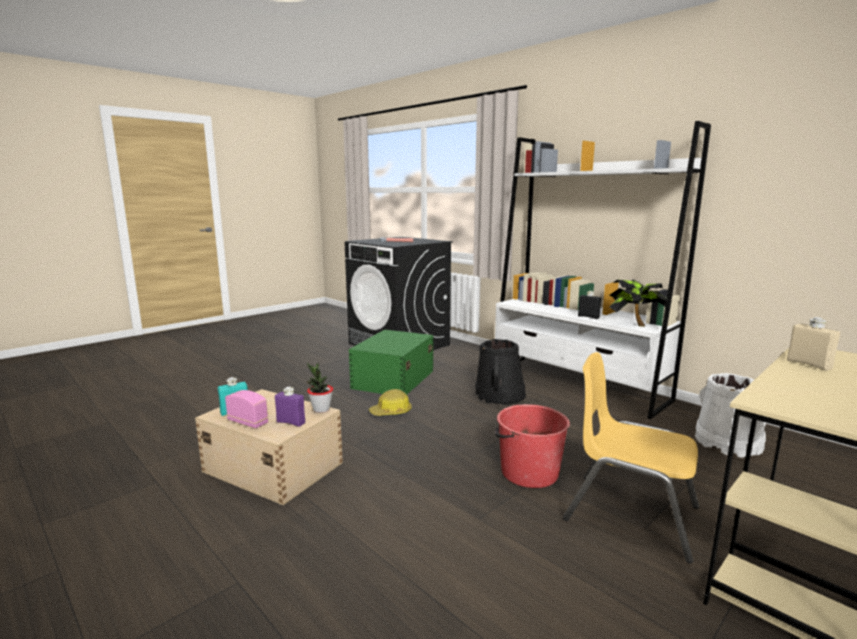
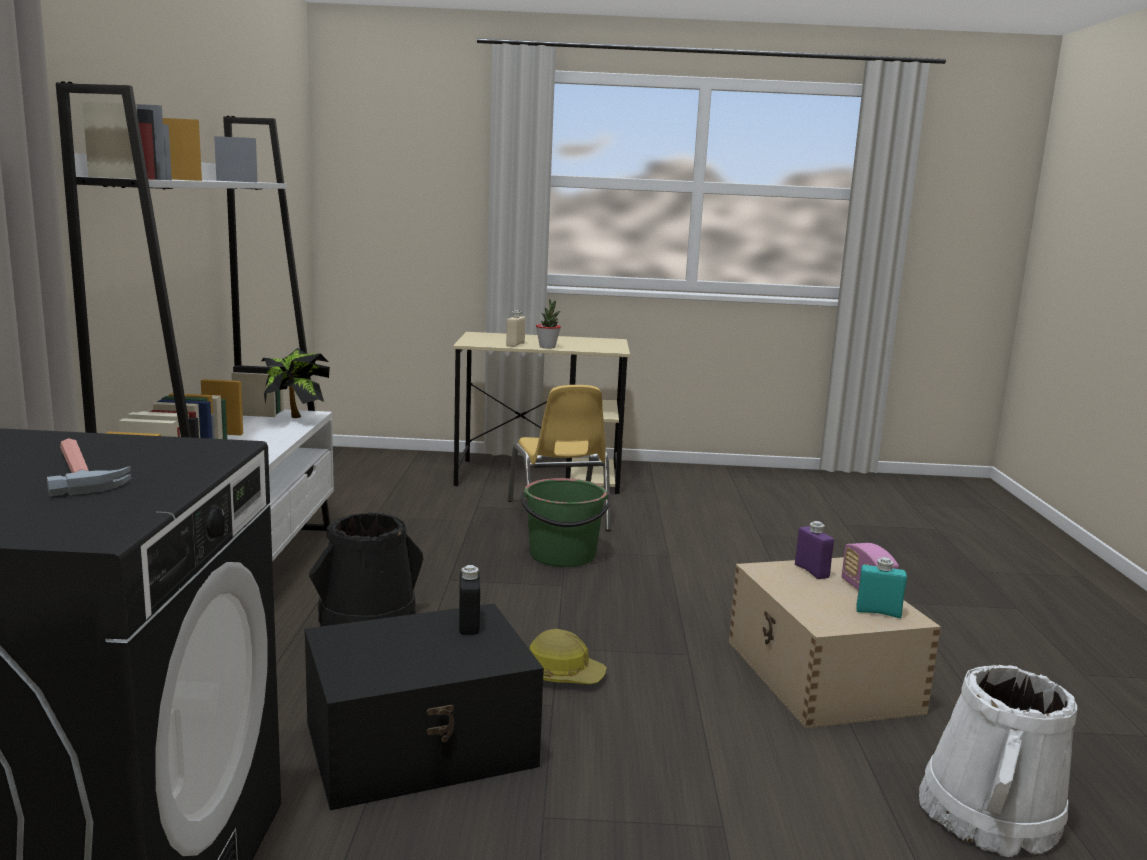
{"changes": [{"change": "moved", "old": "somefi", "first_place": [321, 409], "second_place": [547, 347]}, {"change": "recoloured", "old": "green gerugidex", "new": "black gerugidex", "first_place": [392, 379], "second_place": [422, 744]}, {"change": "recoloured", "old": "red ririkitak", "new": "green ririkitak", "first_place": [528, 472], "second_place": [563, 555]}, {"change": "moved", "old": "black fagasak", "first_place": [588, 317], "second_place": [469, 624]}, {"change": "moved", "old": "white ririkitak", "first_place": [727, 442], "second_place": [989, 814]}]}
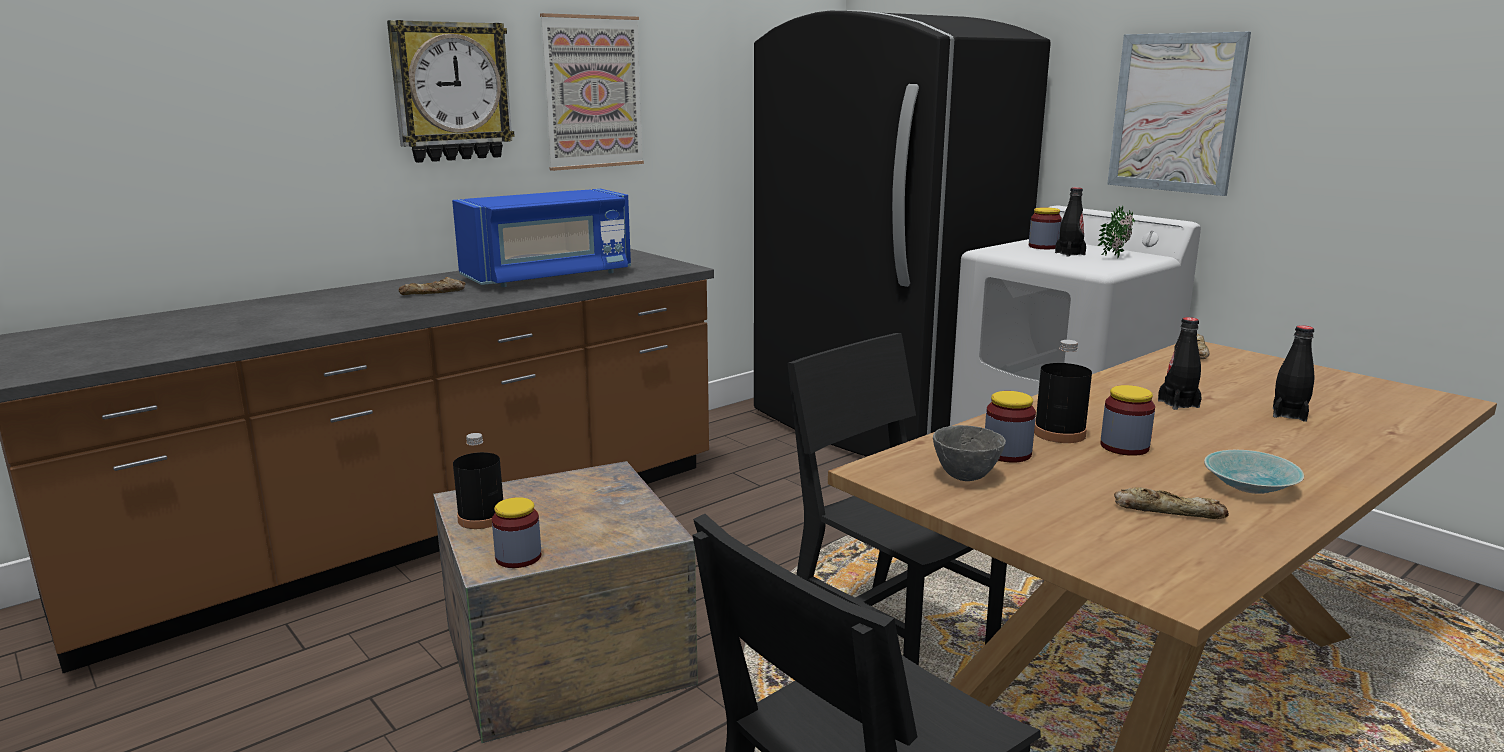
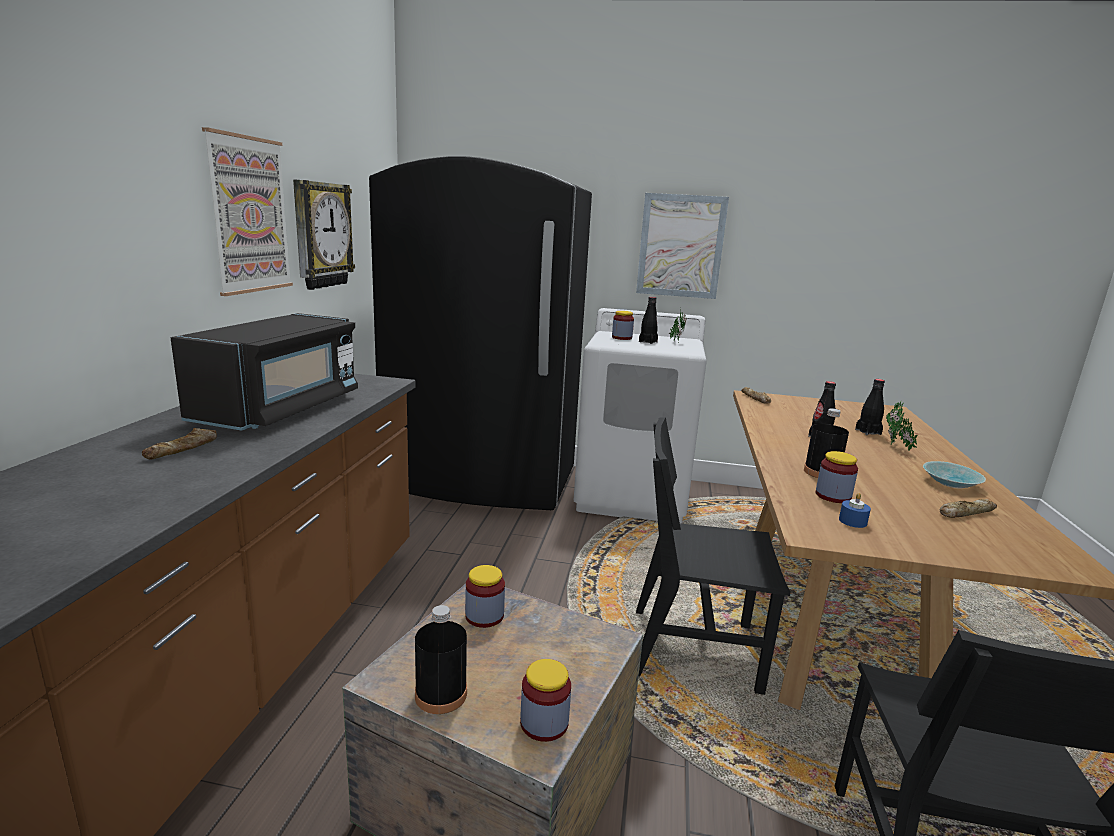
{"changes": [{"change": "moved", "old": "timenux", "first_place": [451, 92], "second_place": [321, 235]}, {"change": "recoloured", "old": "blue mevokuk", "new": "black mevokuk", "first_place": [549, 277], "second_place": [281, 409]}, {"change": "replaced", "old": "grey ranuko", "new": "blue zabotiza", "first_place": [964, 476], "second_place": [852, 521]}, {"change": "moved", "old": "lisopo", "first_place": [1124, 447], "second_place": [484, 616]}, {"change": "added", "new": "somefi", "second_place": [896, 447]}]}
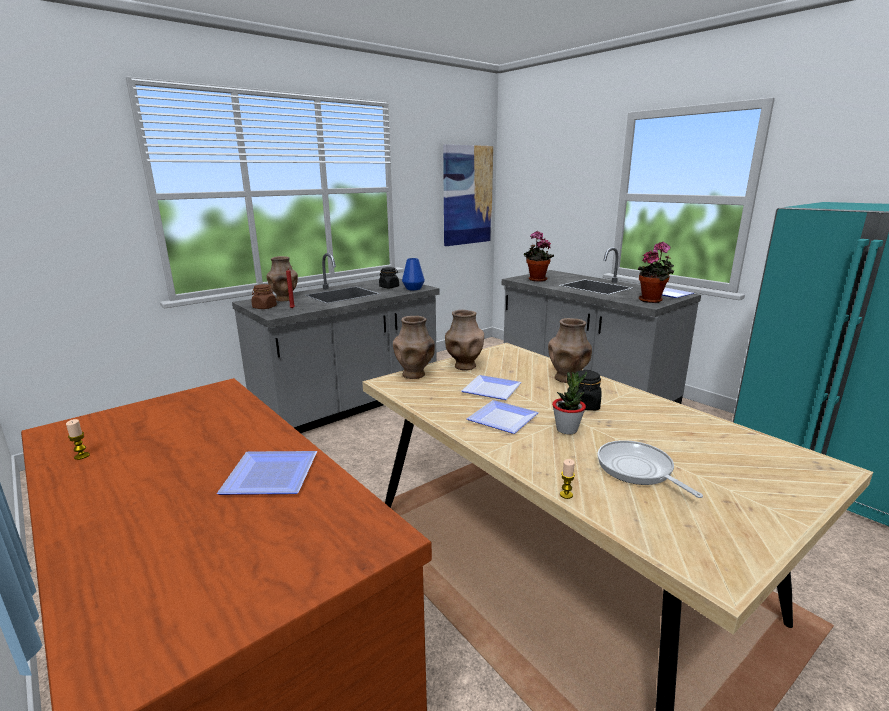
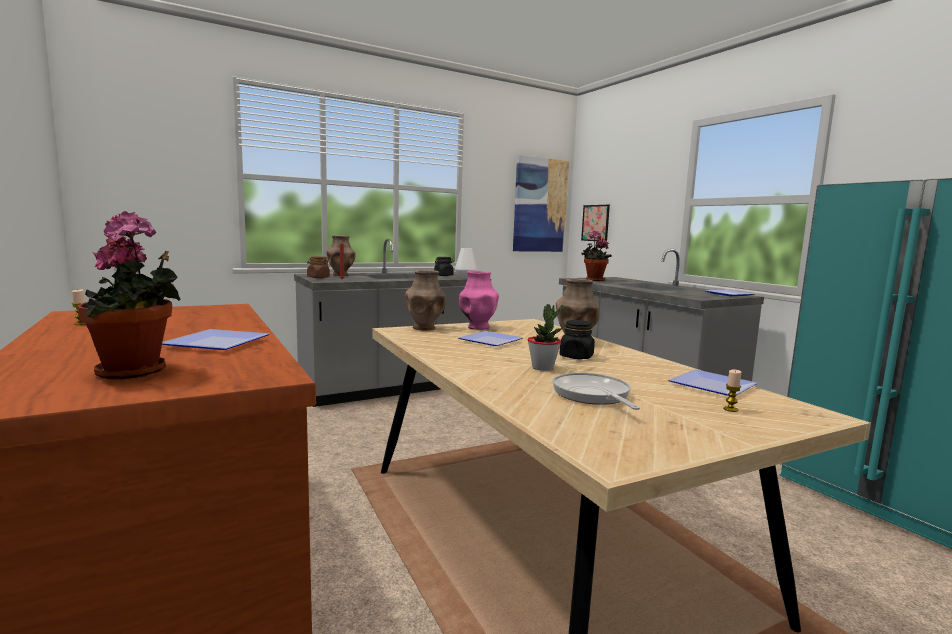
{"changes": [{"change": "recoloured", "old": "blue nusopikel", "new": "white nusopikel", "first_place": [413, 288], "second_place": [465, 277]}, {"change": "recoloured", "old": "brown nusopikel", "new": "pink nusopikel", "first_place": [464, 366], "second_place": [478, 327]}, {"change": "moved", "old": "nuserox", "first_place": [503, 420], "second_place": [713, 387]}, {"change": "moved", "old": "zabotiza", "first_place": [566, 495], "second_place": [730, 409]}, {"change": "moved", "old": "somefi", "first_place": [652, 300], "second_place": [136, 372]}, {"change": "added", "new": "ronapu", "second_place": [595, 223]}]}
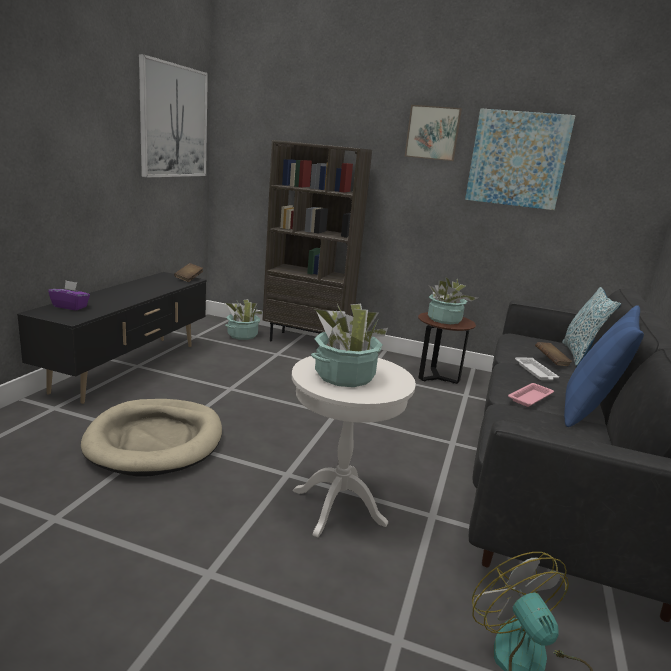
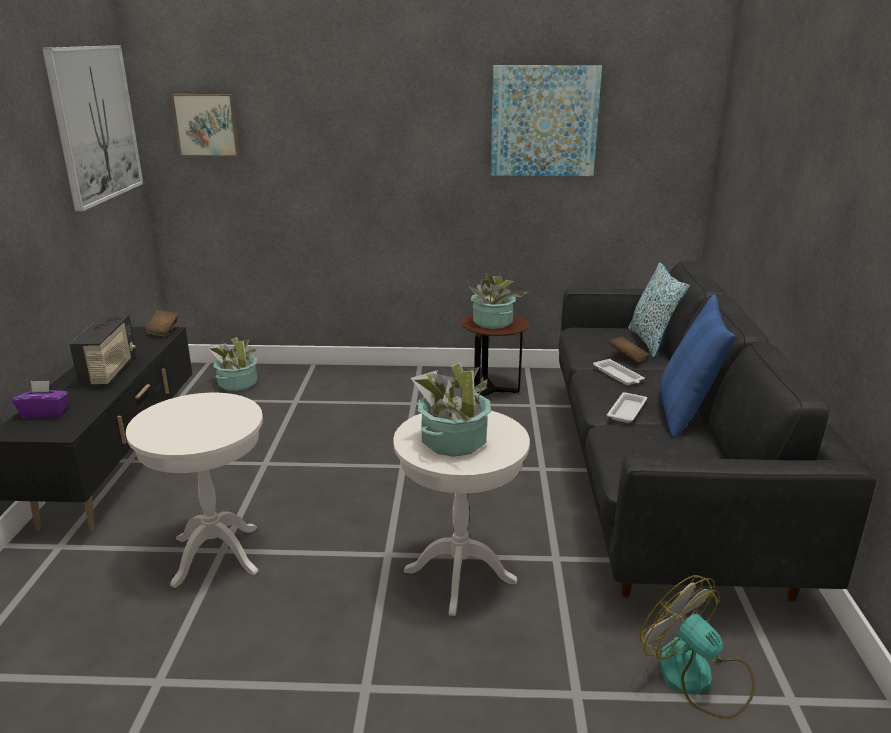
{"changes": [{"change": "replaced", "old": "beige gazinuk", "new": "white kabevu", "first_place": [156, 441], "second_place": [216, 555]}, {"change": "removed", "old": "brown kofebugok", "first_place": [307, 342]}, {"change": "moved", "old": "ronapu", "first_place": [433, 133], "second_place": [207, 125]}, {"change": "recoloured", "old": "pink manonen", "new": "white manonen", "first_place": [531, 398], "second_place": [627, 410]}, {"change": "added", "new": "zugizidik", "second_place": [110, 371]}]}
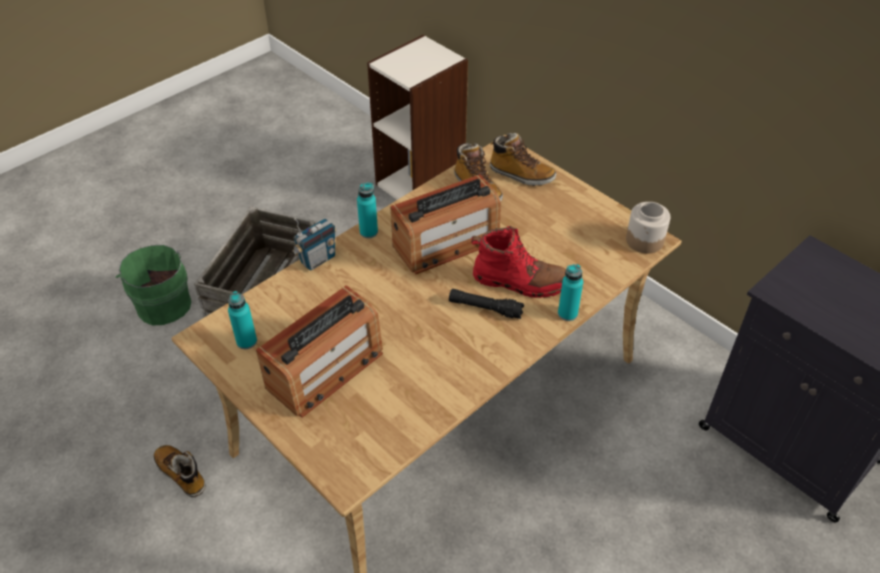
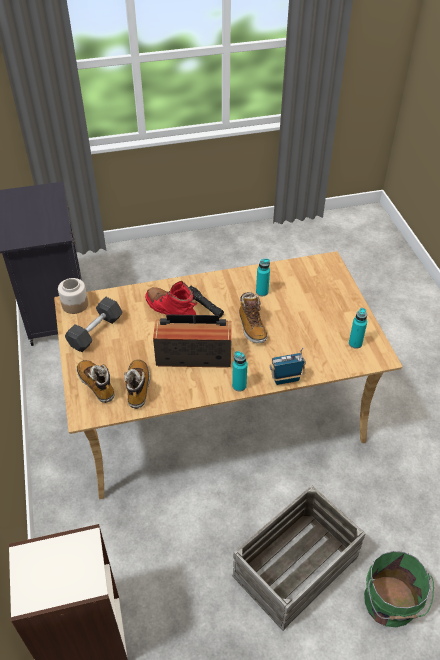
{"changes": [{"change": "moved", "old": "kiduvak", "first_place": [182, 474], "second_place": [252, 327]}, {"change": "removed", "old": "zugizidik", "first_place": [325, 370]}, {"change": "moved", "old": "turquoise fagasak", "first_place": [567, 314], "second_place": [262, 292]}, {"change": "added", "new": "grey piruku", "second_place": [95, 332]}]}
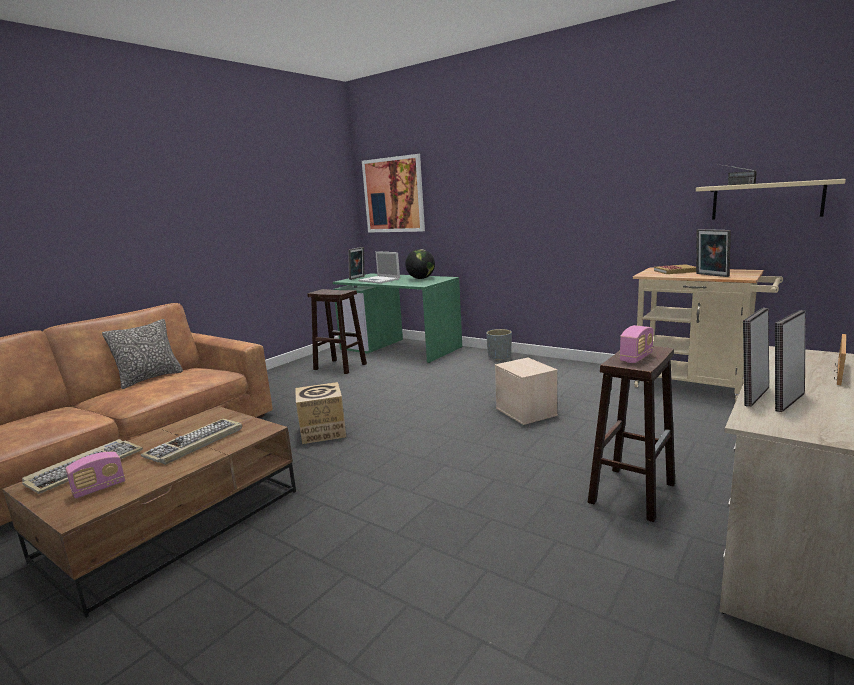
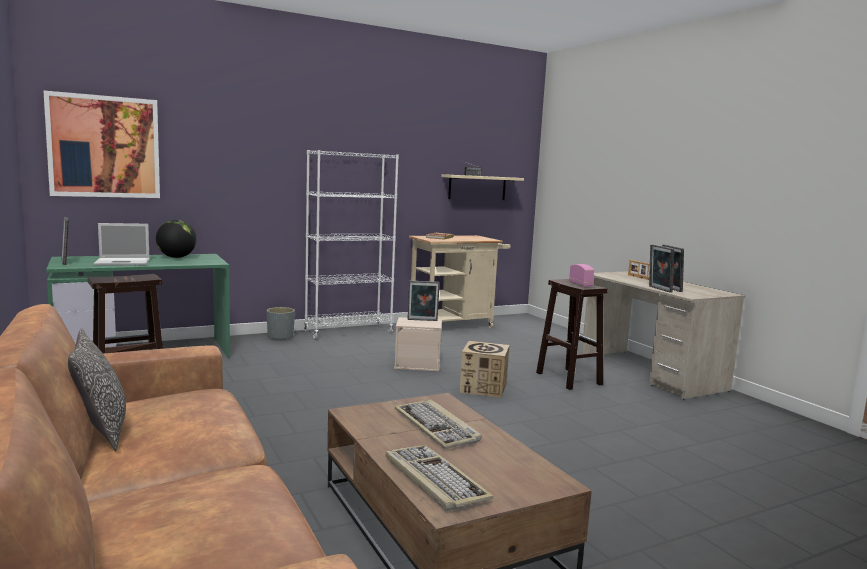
{"changes": [{"change": "removed", "old": "zugizidik", "first_place": [99, 488]}, {"change": "moved", "old": "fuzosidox", "first_place": [322, 432], "second_place": [483, 388]}, {"change": "moved", "old": "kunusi", "first_place": [711, 275], "second_place": [422, 320]}, {"change": "added", "new": "white kofebugok", "second_place": [348, 332]}]}
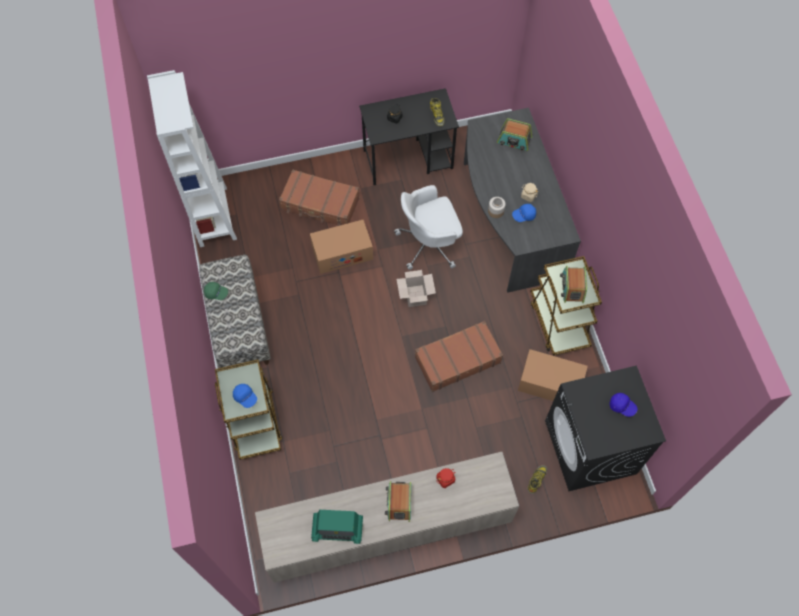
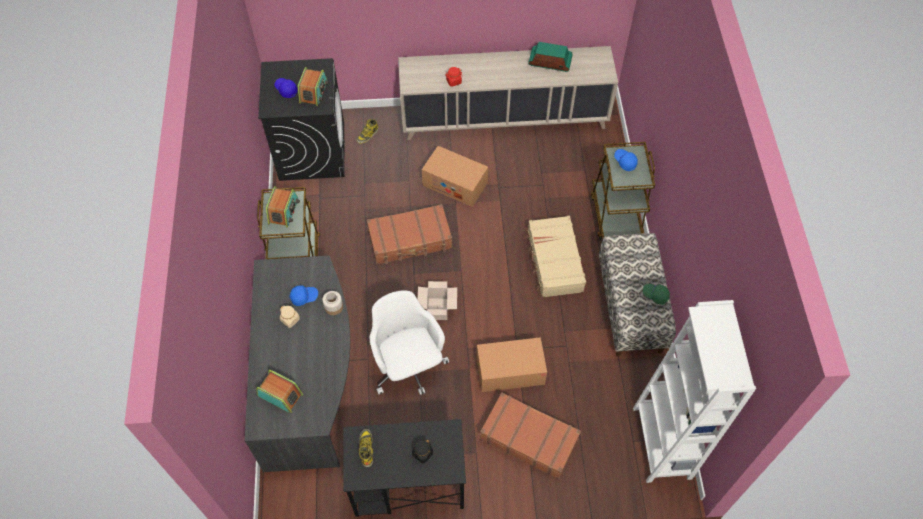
{"changes": [{"change": "moved", "old": "zugizidik", "first_place": [399, 502], "second_place": [314, 92]}, {"change": "turned", "old": "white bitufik", "first_place": [429, 243], "second_place": [408, 366], "degrees": -105}, {"change": "moved", "old": "fuzosidox", "first_place": [550, 383], "second_place": [455, 184]}, {"change": "added", "new": "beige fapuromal", "second_place": [554, 261]}]}
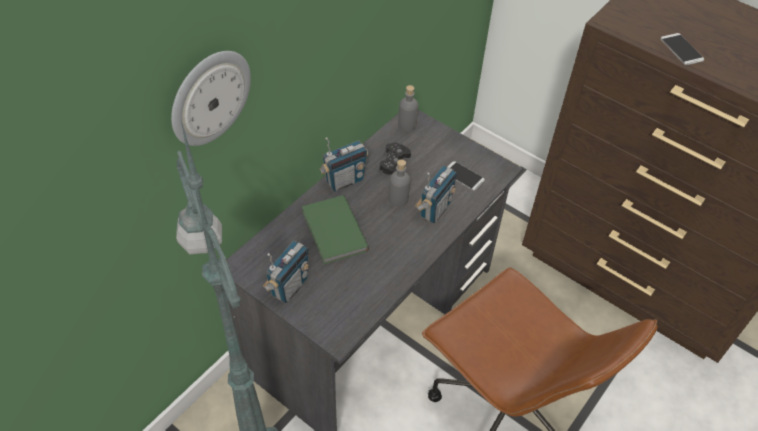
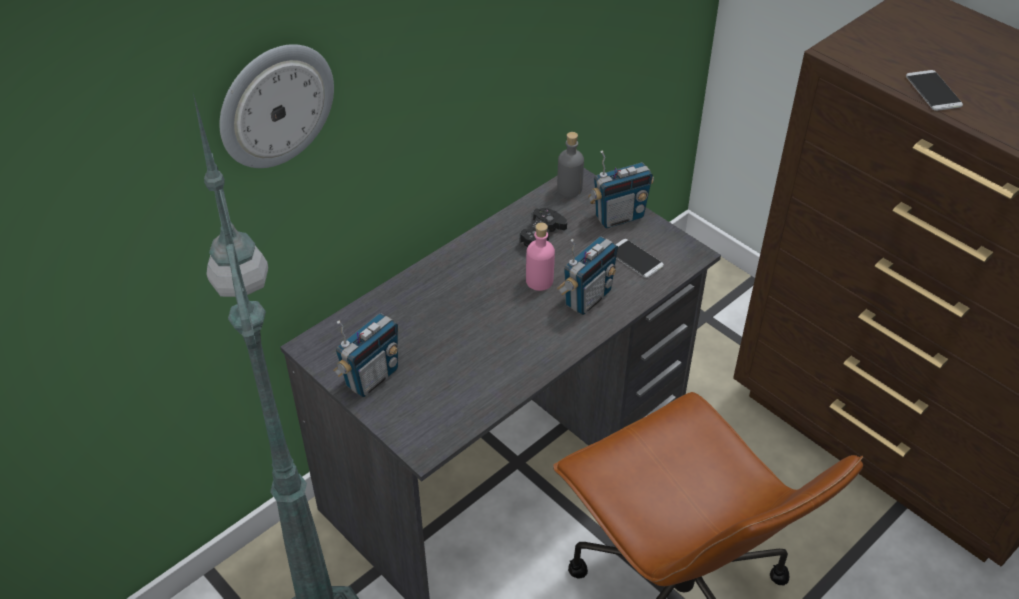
{"changes": [{"change": "removed", "old": "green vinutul", "first_place": [333, 232]}, {"change": "moved", "old": "zugizidik", "first_place": [344, 181], "second_place": [619, 217]}, {"change": "recoloured", "old": "grey fagasak", "new": "pink fagasak", "first_place": [398, 199], "second_place": [539, 281]}]}
